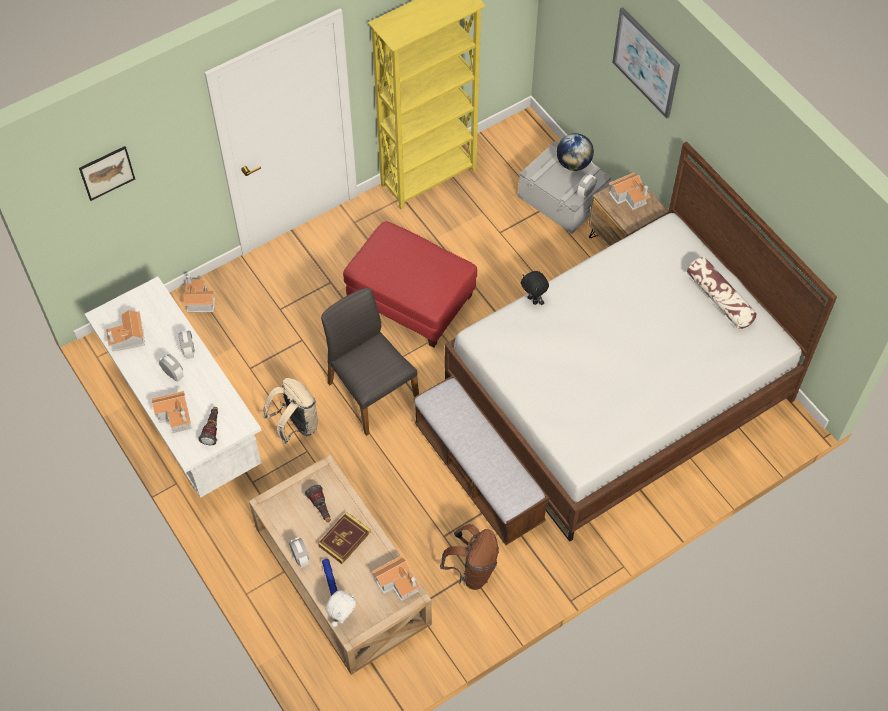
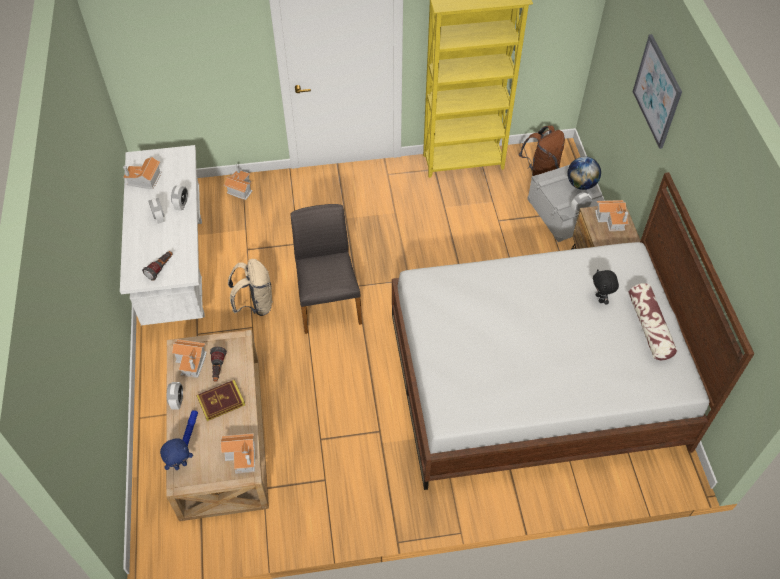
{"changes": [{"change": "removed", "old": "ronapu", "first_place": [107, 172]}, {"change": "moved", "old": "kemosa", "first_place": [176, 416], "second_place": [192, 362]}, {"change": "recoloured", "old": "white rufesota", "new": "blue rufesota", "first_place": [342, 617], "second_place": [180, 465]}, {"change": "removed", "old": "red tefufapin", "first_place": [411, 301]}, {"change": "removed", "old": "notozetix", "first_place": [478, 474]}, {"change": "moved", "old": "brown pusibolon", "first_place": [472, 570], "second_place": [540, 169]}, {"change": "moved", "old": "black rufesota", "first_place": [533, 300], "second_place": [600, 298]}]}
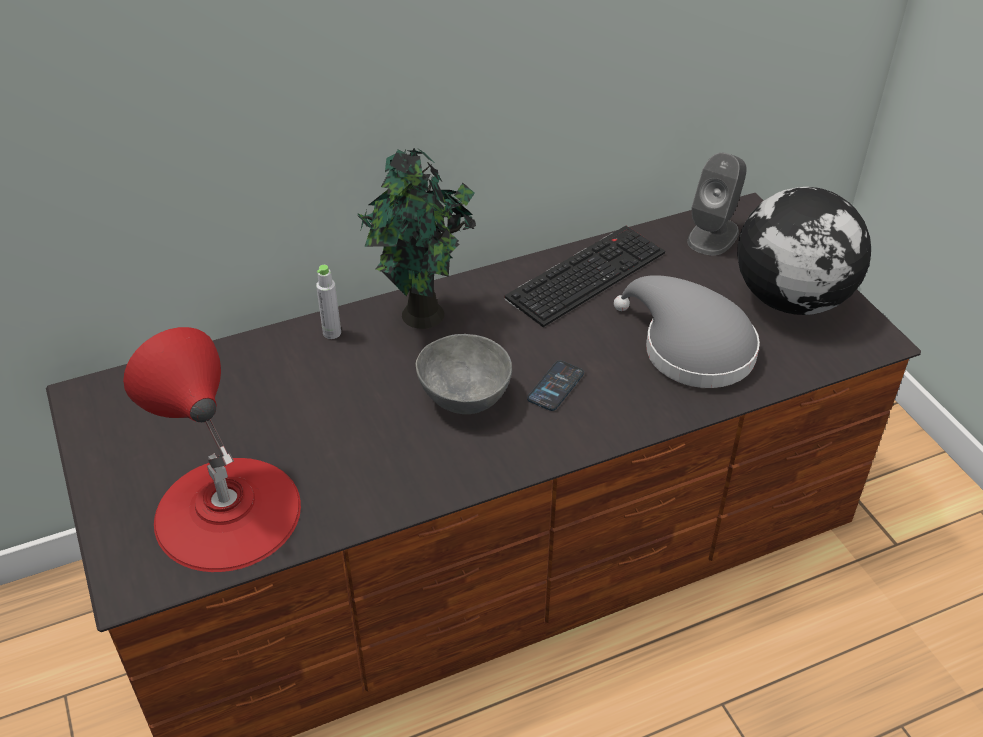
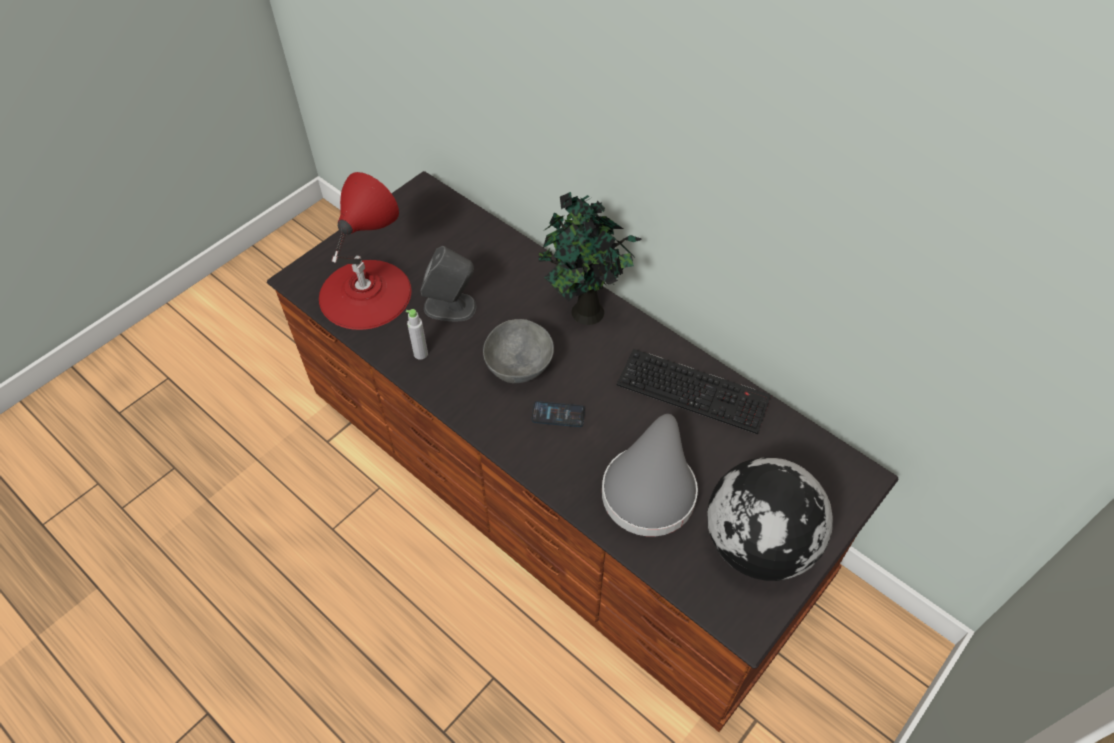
{"changes": [{"change": "moved", "old": "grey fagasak", "first_place": [332, 333], "second_place": [420, 354]}, {"change": "moved", "old": "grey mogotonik", "first_place": [713, 235], "second_place": [451, 307]}]}
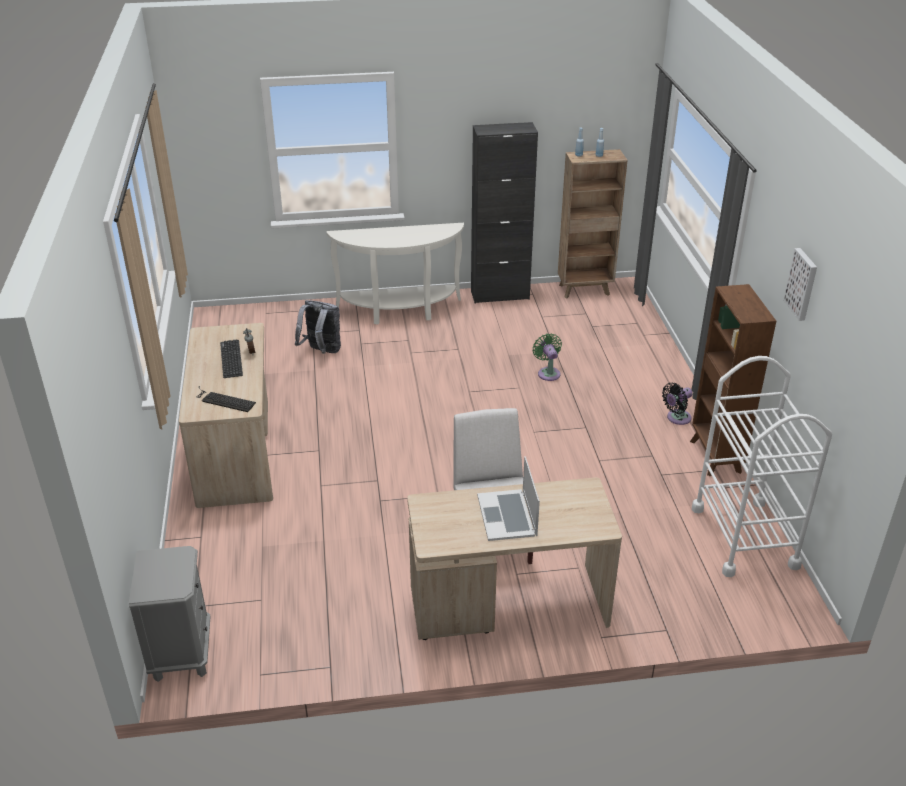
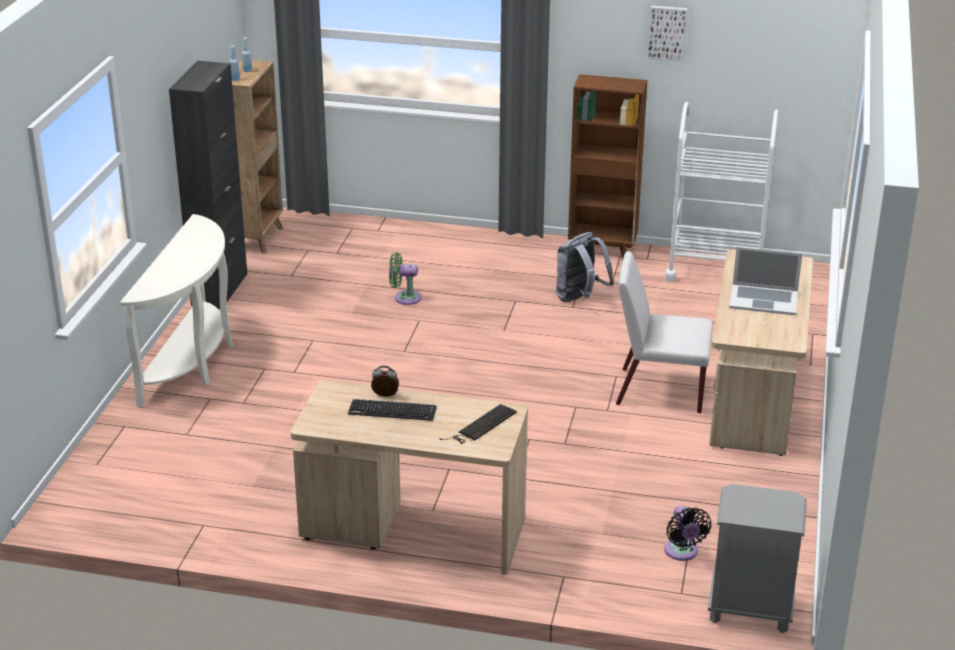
{"changes": [{"change": "moved", "old": "grey pusibolon", "first_place": [321, 351], "second_place": [580, 298]}, {"change": "moved", "old": "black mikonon", "first_place": [676, 418], "second_place": [682, 552]}]}
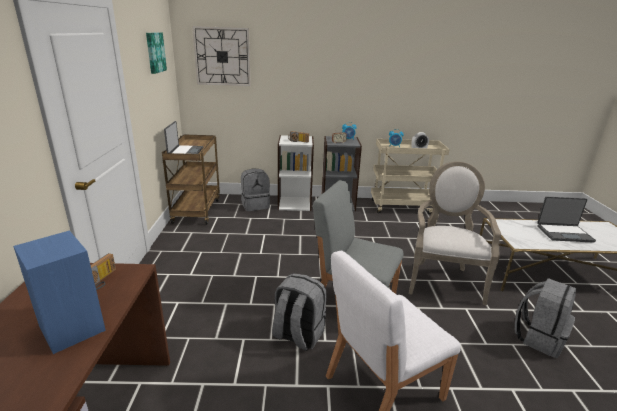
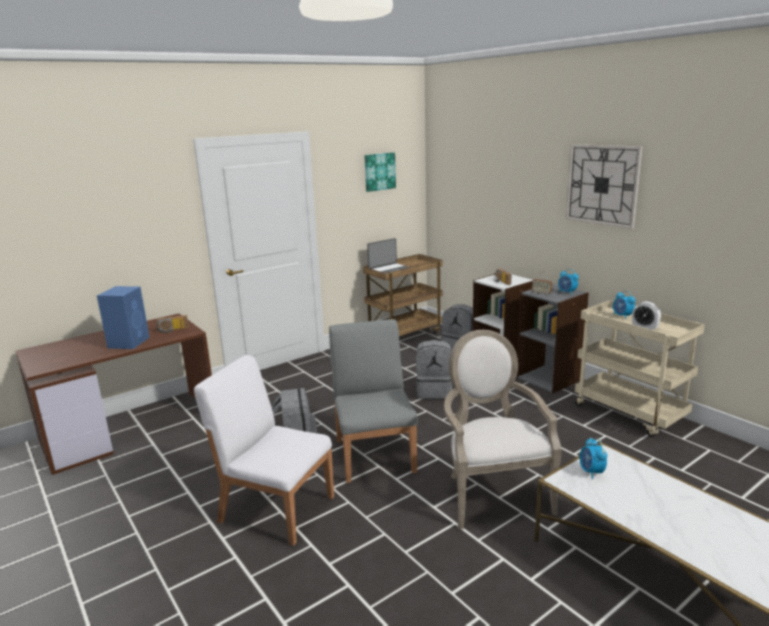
{"changes": [{"change": "moved", "old": "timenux", "first_place": [222, 56], "second_place": [602, 185]}, {"change": "turned", "old": "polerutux", "first_place": [443, 280], "second_place": [493, 493], "degrees": -75}, {"change": "moved", "old": "grey pusibolon", "first_place": [538, 337], "second_place": [434, 391]}, {"change": "removed", "old": "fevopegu", "first_place": [564, 233]}, {"change": "added", "new": "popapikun", "second_place": [591, 472]}]}
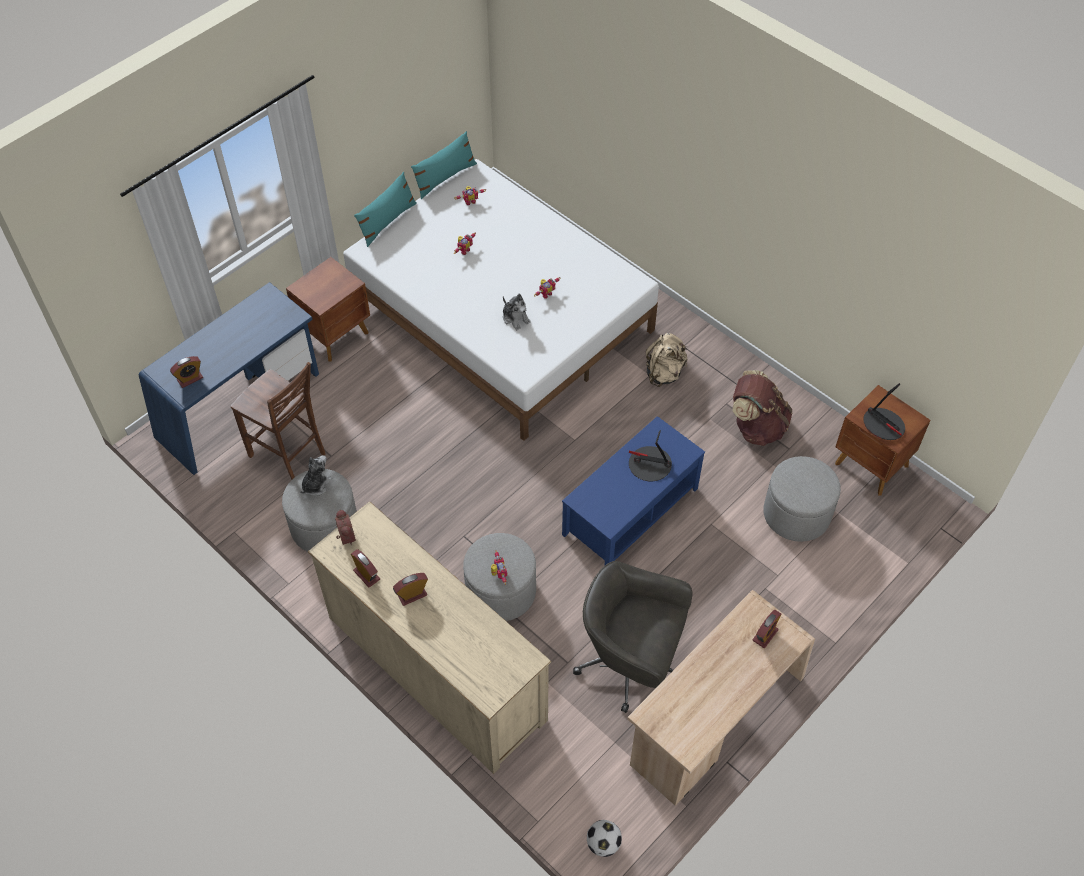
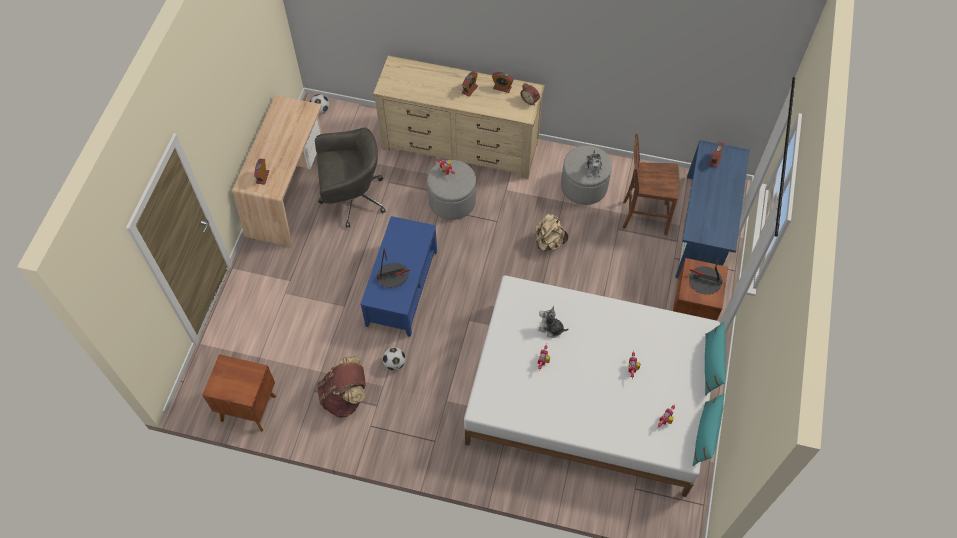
{"changes": [{"change": "moved", "old": "beige pusibolon", "first_place": [664, 373], "second_place": [548, 242]}, {"change": "removed", "old": "grey tefufapin", "first_place": [796, 514]}, {"change": "moved", "old": "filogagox", "first_place": [883, 425], "second_place": [705, 281]}, {"change": "added", "new": "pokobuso", "second_place": [394, 363]}]}
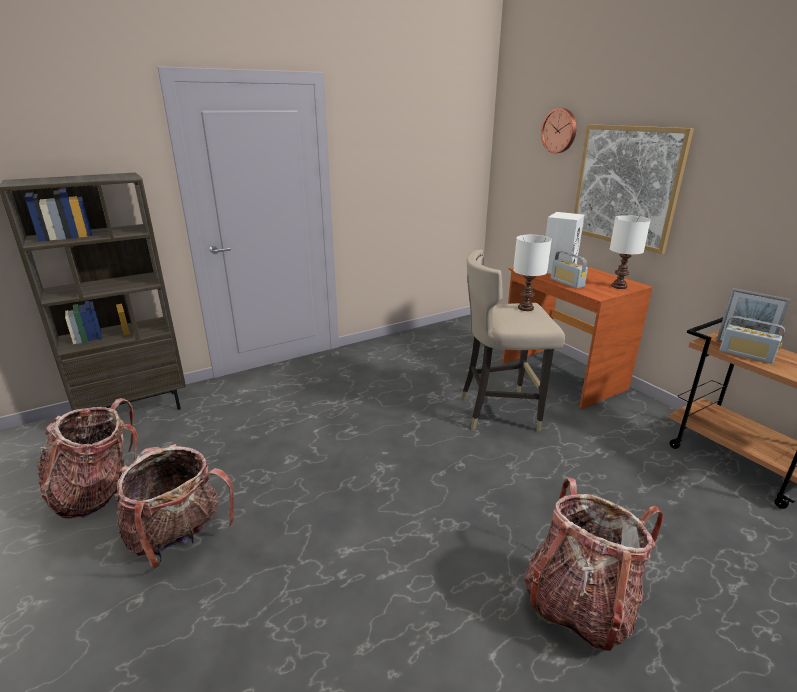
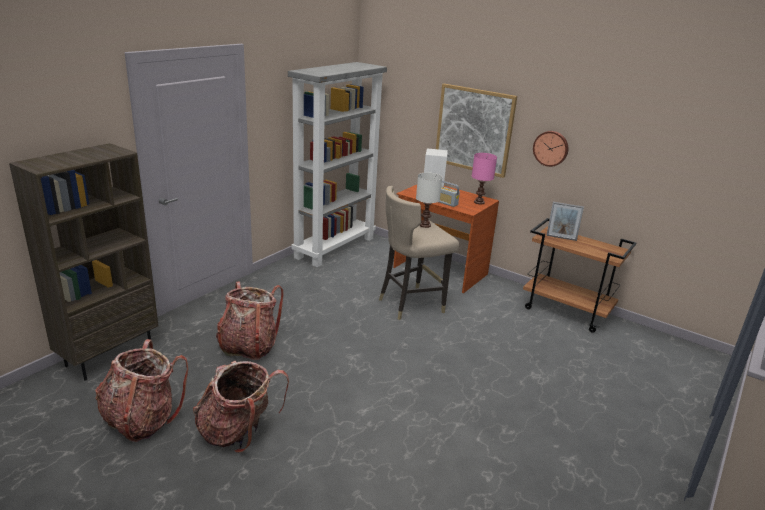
{"changes": [{"change": "moved", "old": "pusibolon", "first_place": [579, 604], "second_place": [249, 346]}, {"change": "moved", "old": "timenux", "first_place": [560, 131], "second_place": [551, 148]}, {"change": "recoloured", "old": "white filogagox", "new": "pink filogagox", "first_place": [618, 286], "second_place": [478, 202]}, {"change": "removed", "old": "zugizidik", "first_place": [746, 355]}, {"change": "added", "new": "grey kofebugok", "second_place": [335, 247]}]}
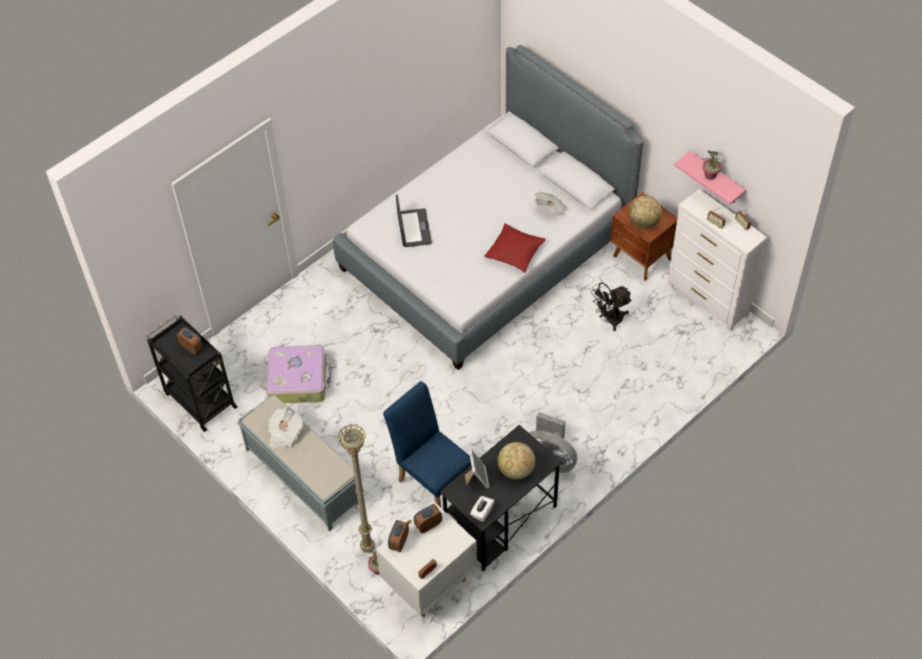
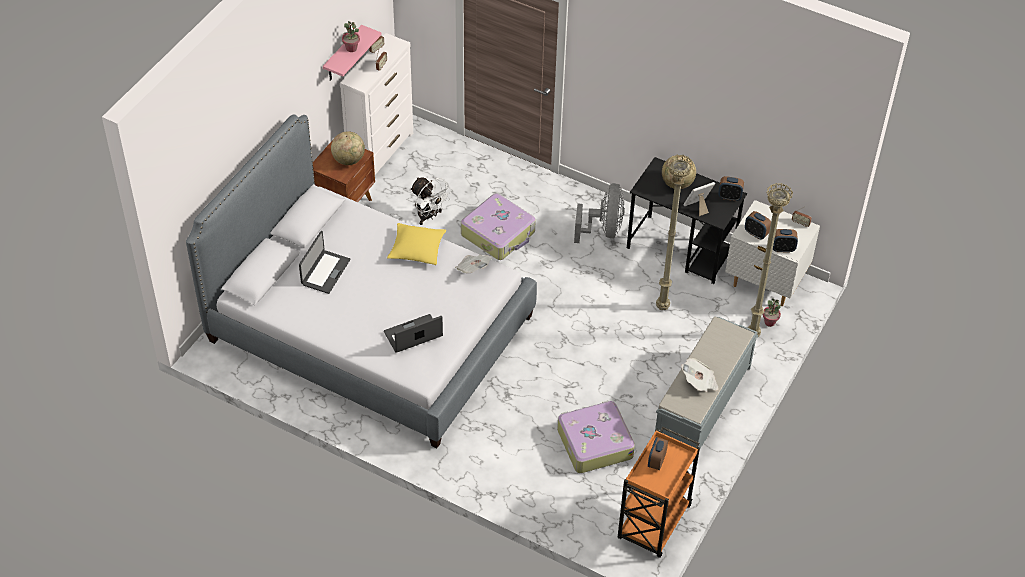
{"changes": [{"change": "recoloured", "old": "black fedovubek", "new": "orange fedovubek", "first_place": [199, 399], "second_place": [653, 524]}, {"change": "replaced", "old": "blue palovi", "new": "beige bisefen", "first_place": [432, 480], "second_place": [661, 307]}, {"change": "replaced", "old": "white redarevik", "new": "popapikun", "first_place": [482, 512], "second_place": [729, 197]}, {"change": "recoloured", "old": "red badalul", "new": "yellow badalul", "first_place": [514, 252], "second_place": [417, 249]}, {"change": "moved", "old": "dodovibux", "first_place": [551, 209], "second_place": [473, 269]}, {"change": "recoloured", "old": "black mikonon", "new": "white mikonon", "first_place": [609, 320], "second_place": [429, 216]}, {"change": "added", "new": "fevopegu", "second_place": [325, 272]}, {"change": "added", "new": "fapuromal", "second_place": [499, 234]}]}
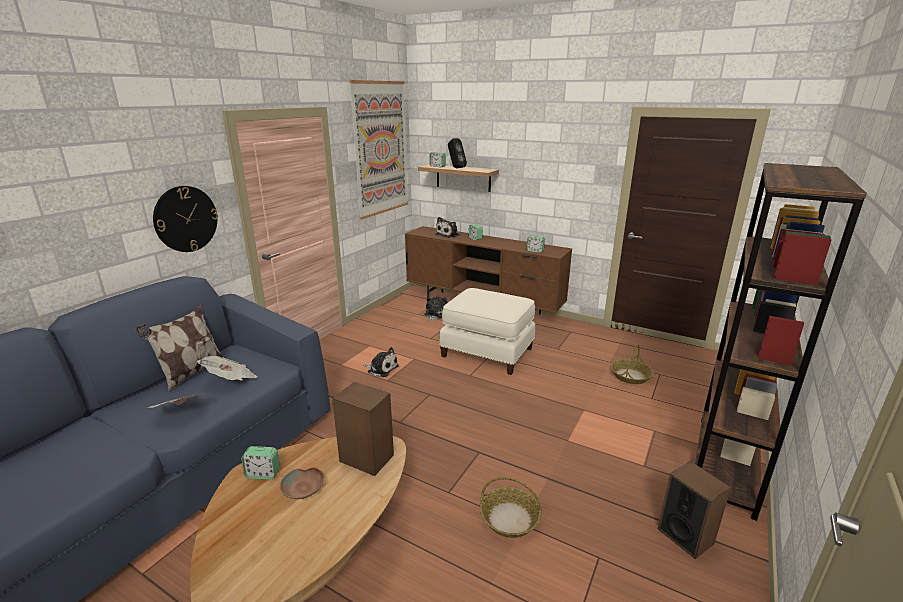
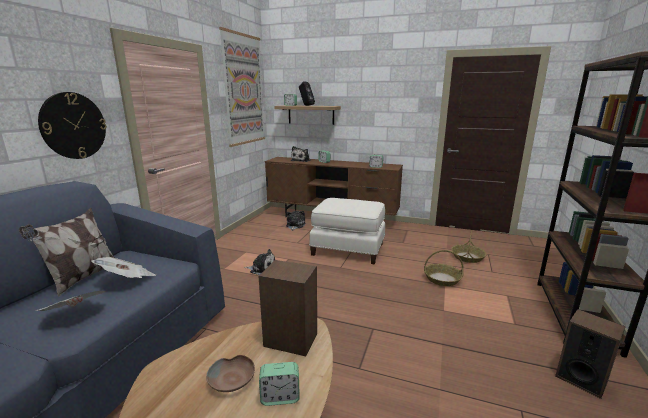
{"changes": [{"change": "moved", "old": "popapikun", "first_place": [263, 474], "second_place": [280, 397]}, {"change": "moved", "old": "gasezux", "first_place": [509, 518], "second_place": [442, 279]}]}
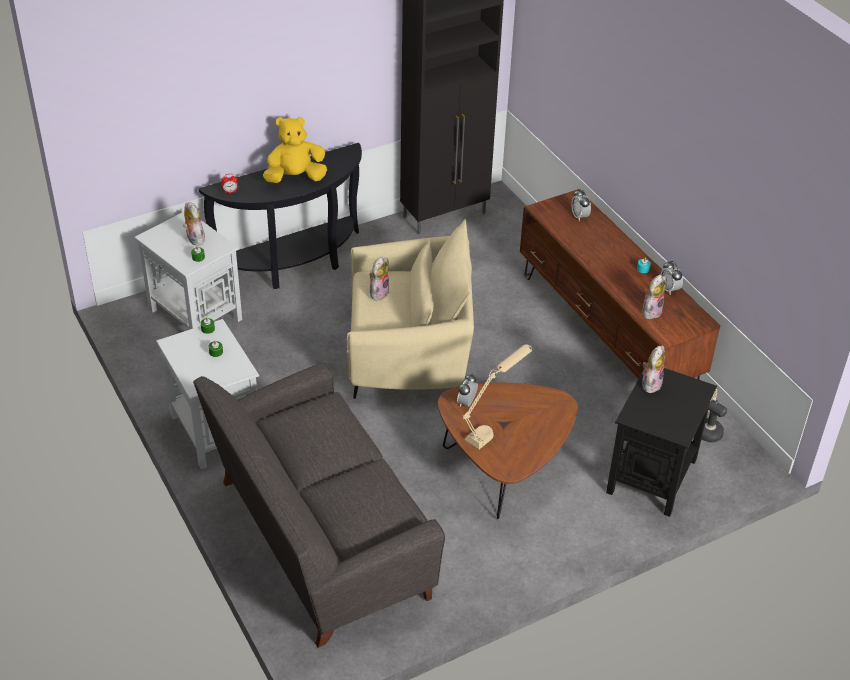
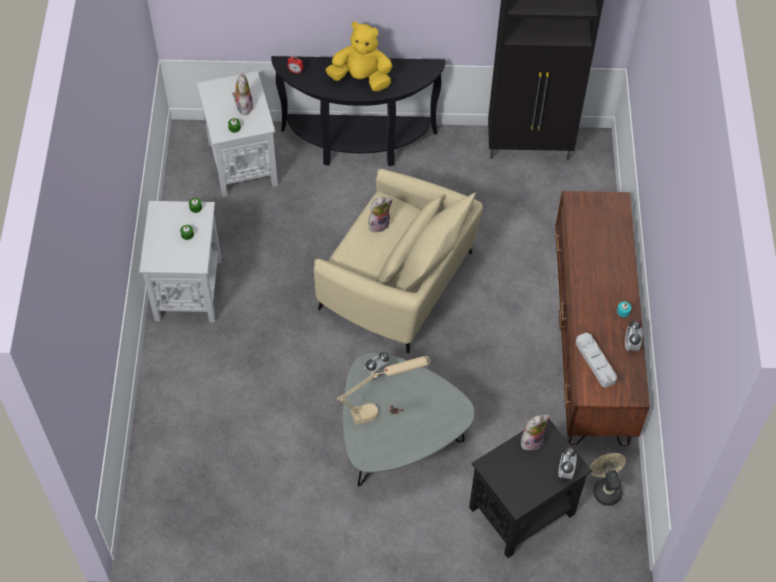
{"changes": [{"change": "removed", "old": "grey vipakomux", "first_place": [319, 539]}, {"change": "recoloured", "old": "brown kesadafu", "new": "grey kesadafu", "first_place": [504, 468], "second_place": [398, 440]}, {"change": "moved", "old": "popapikun", "first_place": [579, 216], "second_place": [565, 471]}, {"change": "replaced", "old": "rufesota", "new": "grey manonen", "first_place": [651, 311], "second_place": [595, 361]}]}
